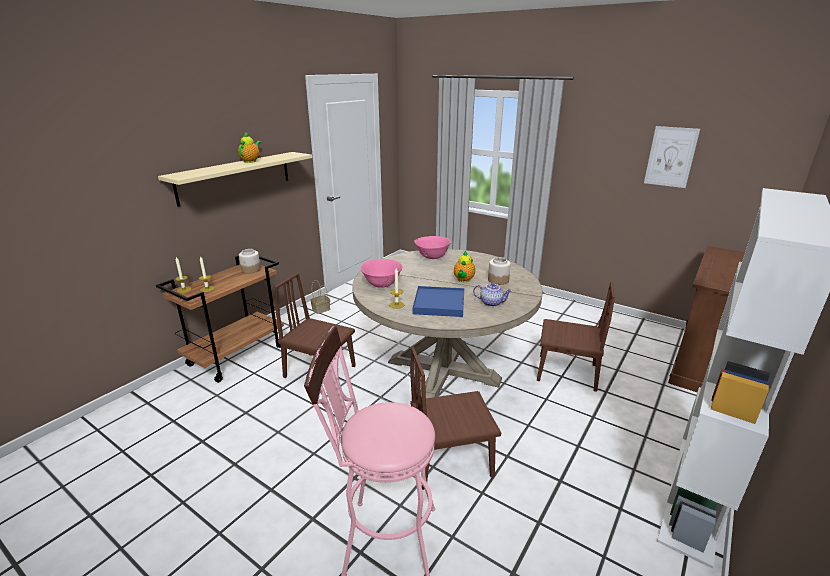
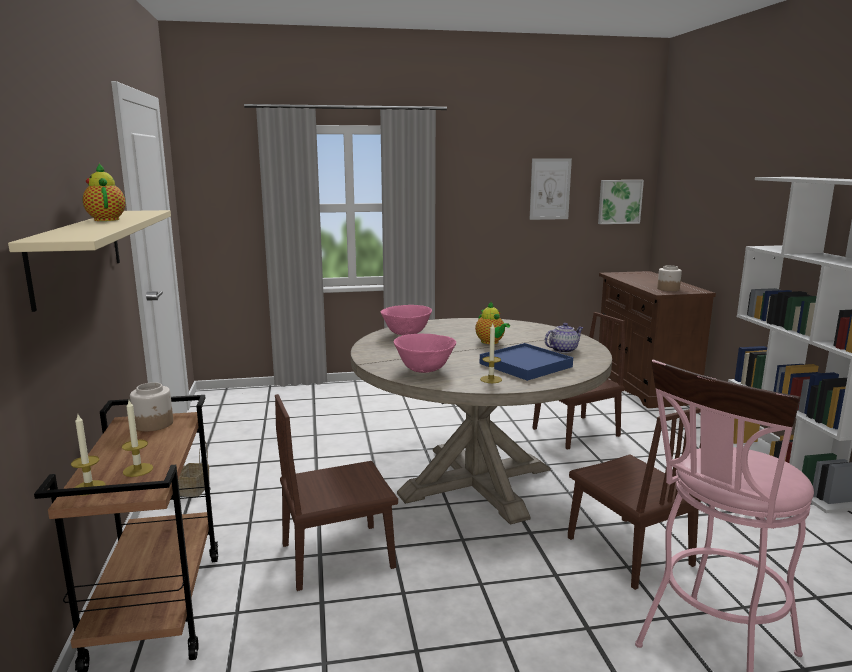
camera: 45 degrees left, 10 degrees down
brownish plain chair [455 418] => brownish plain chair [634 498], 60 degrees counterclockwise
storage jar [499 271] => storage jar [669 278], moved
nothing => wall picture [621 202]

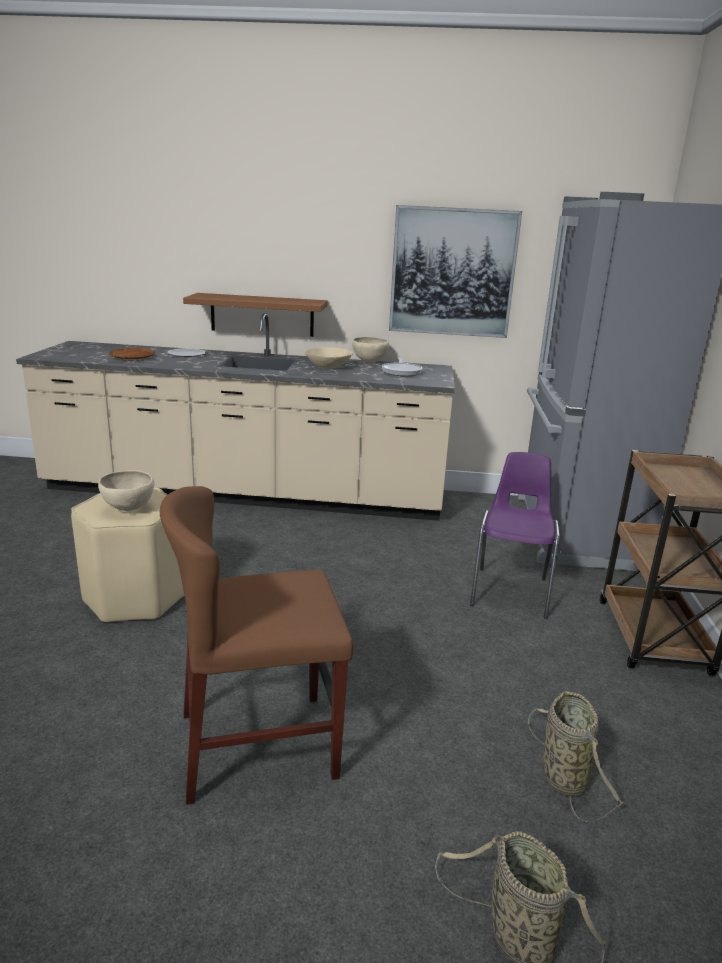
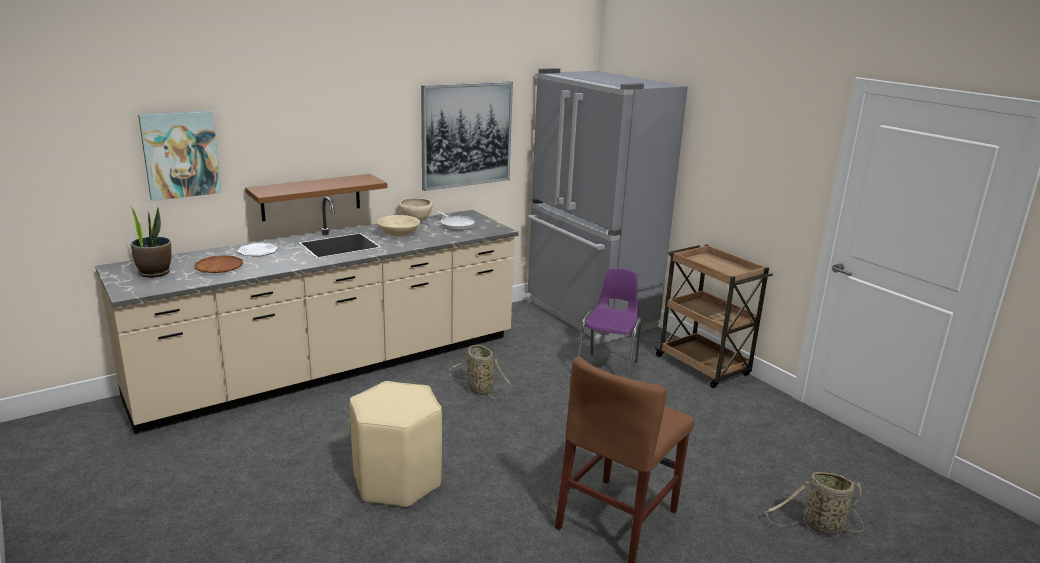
camera: 40 degrees left, 0 degrees up
beige bowl [126 490] => nothing
purple-coloured plain chair [515 535] => purple-coloured plain chair [609 323], 45 degrees clockwise
storage basket [575 757] => storage basket [480 372], moved
nothing => plant in a pot [151 242]
nothing => wall picture [180 156]

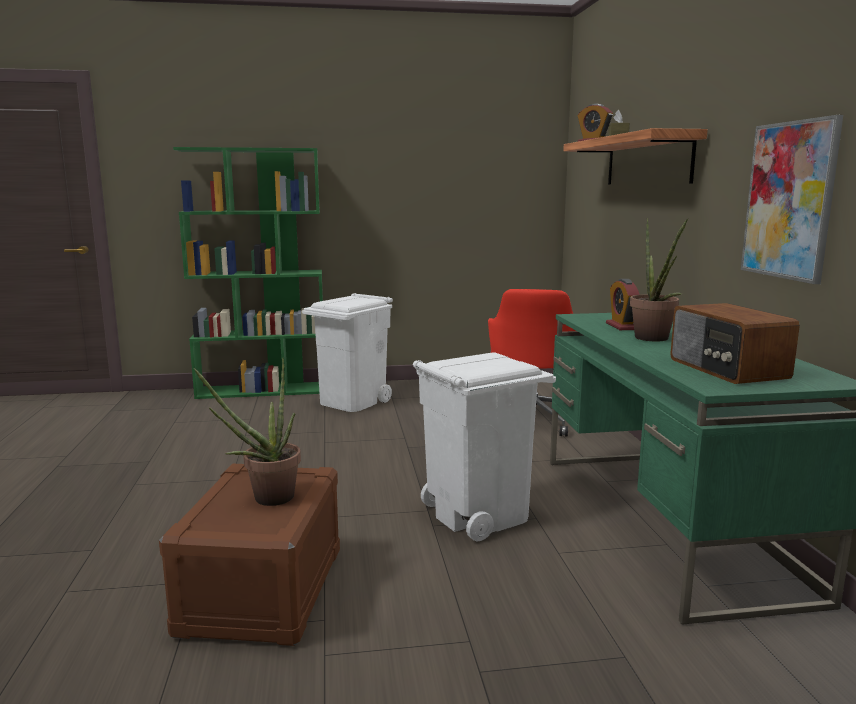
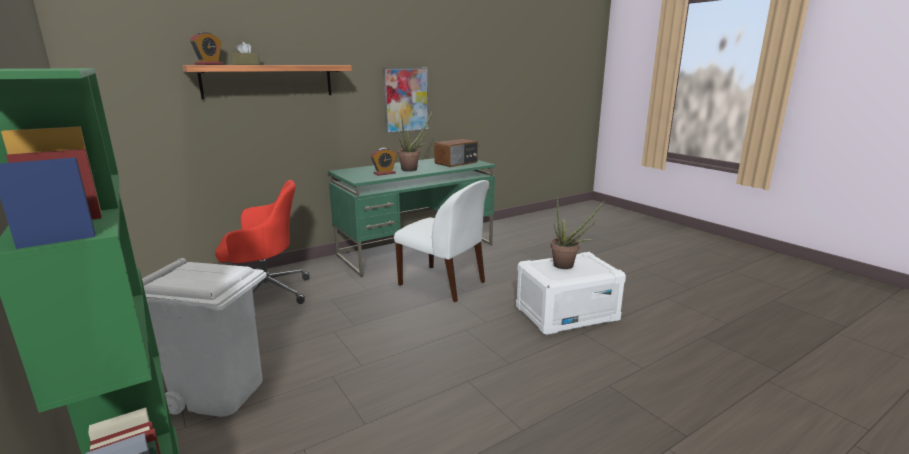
camera: 115 degrees left, 5 degrees up
brownish storage container [249 554] => whitish storage container [571 293]
whitish waste bin [484 446] => whitish plain chair [441 241]

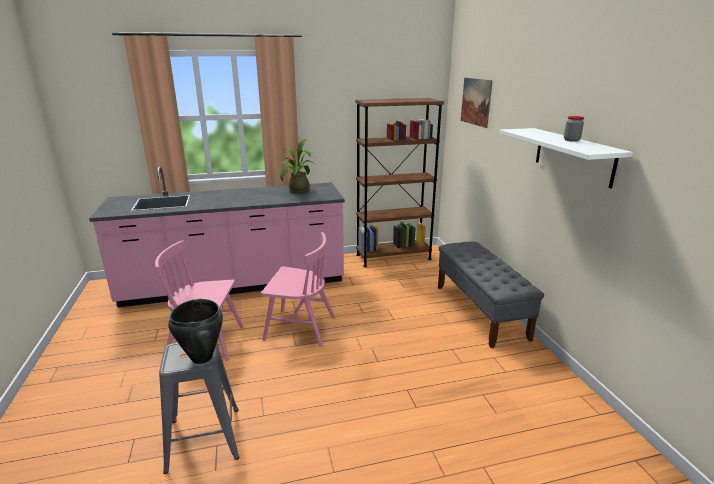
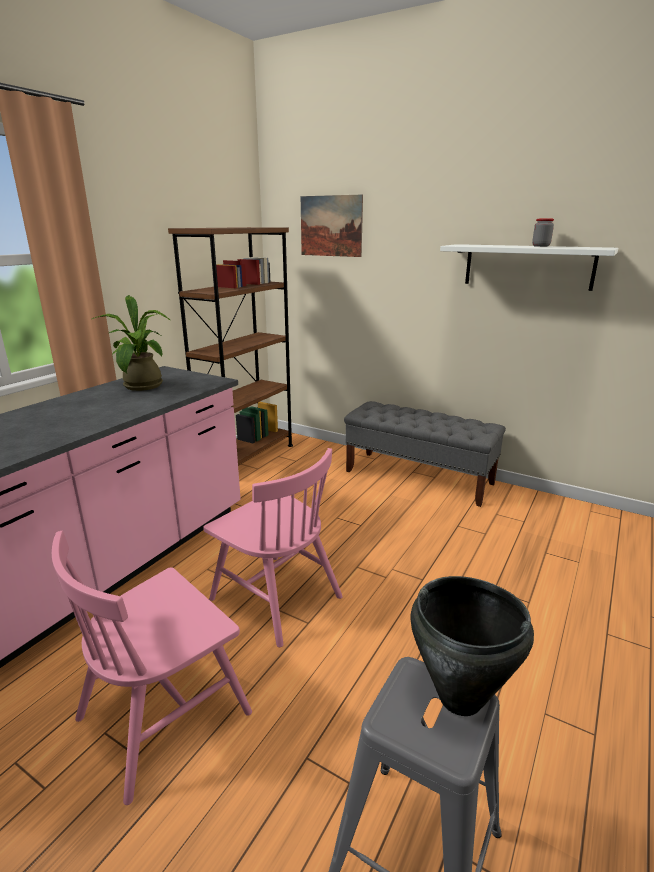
camera: 45 degrees left, 0 degrees up
pink plain chair [298 289] => pink plain chair [273 547], 75 degrees clockwise

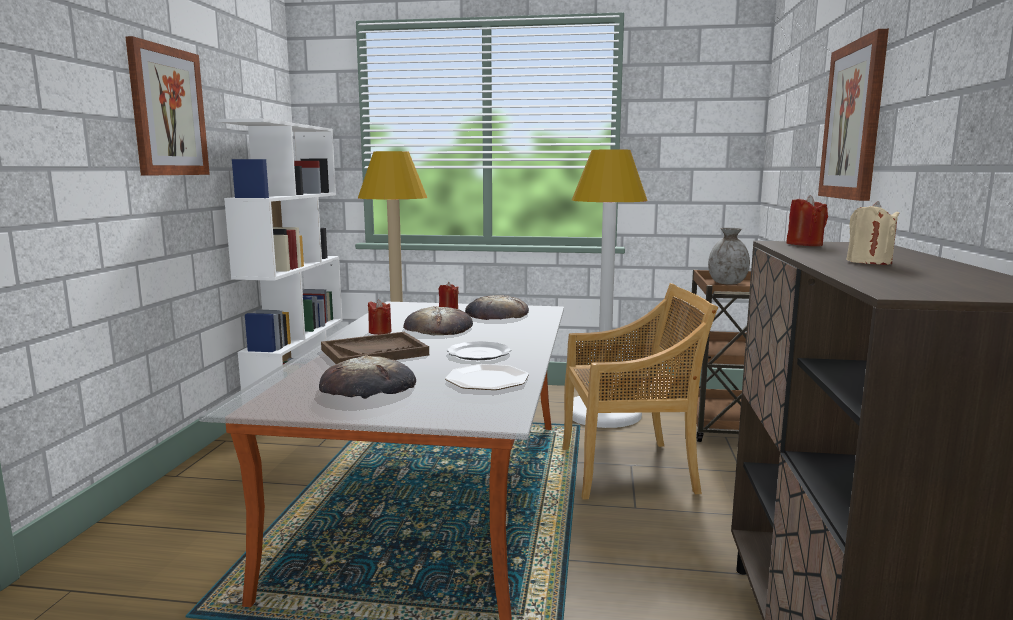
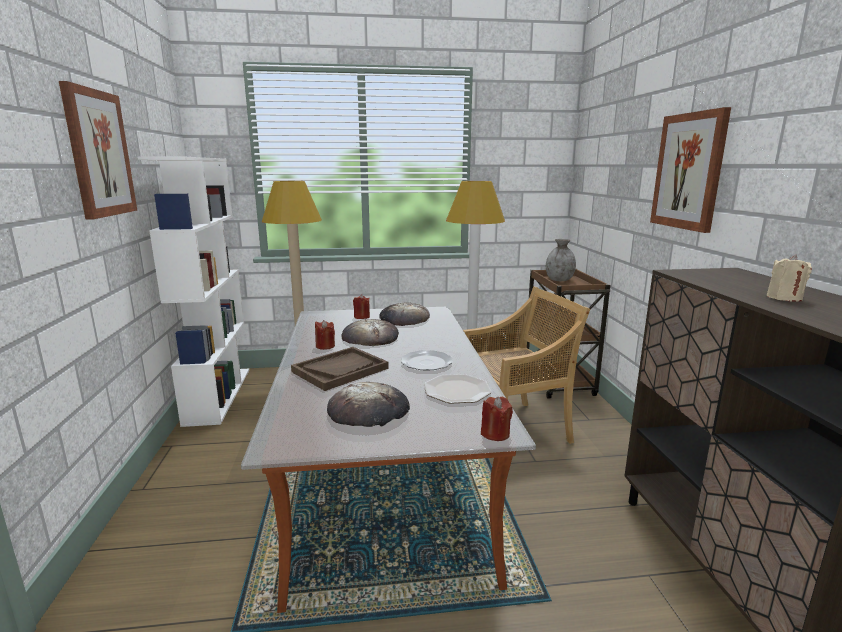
camera: 15 degrees left, 5 degrees up
reddish wax candle [807 220] => reddish wax candle [497 419], moved

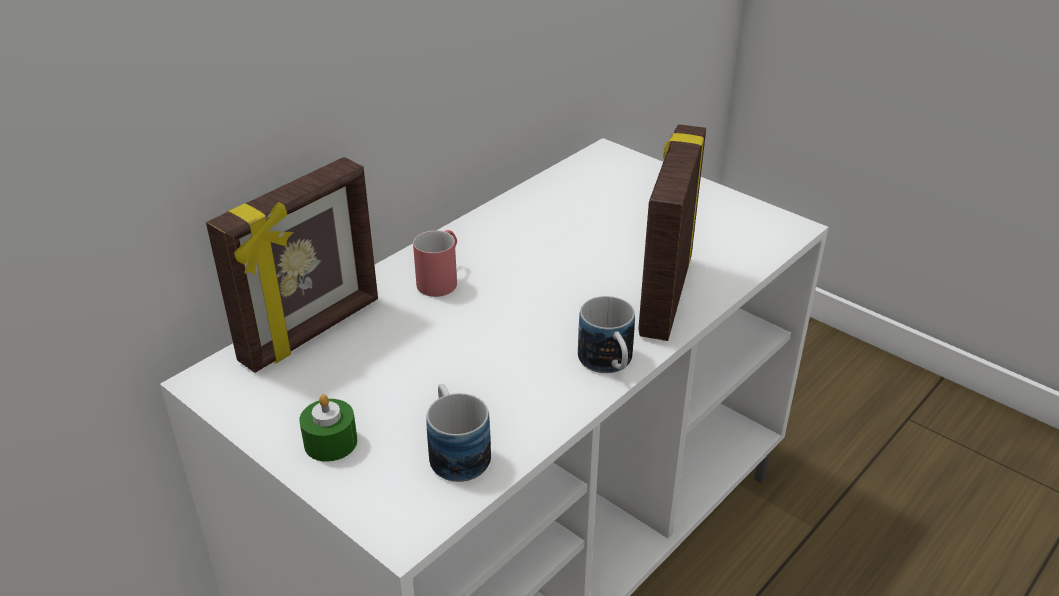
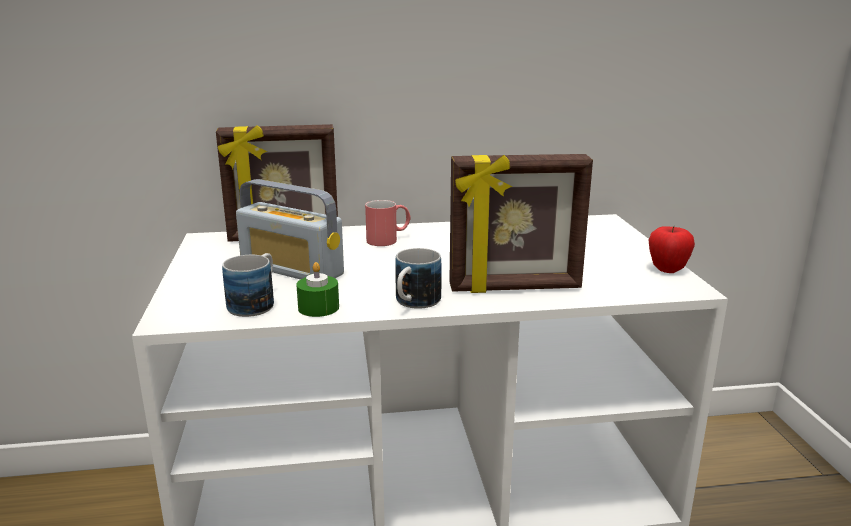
camera: 40 degrees right, 15 degrees down
green-coloured wax candle [328 428] => green-coloured wax candle [317 289], moved
picture frame [672 232] => picture frame [521 223], 150 degrees counterclockwise
nothing => radio set [290 229]
nothing => apple fruit [672 249]

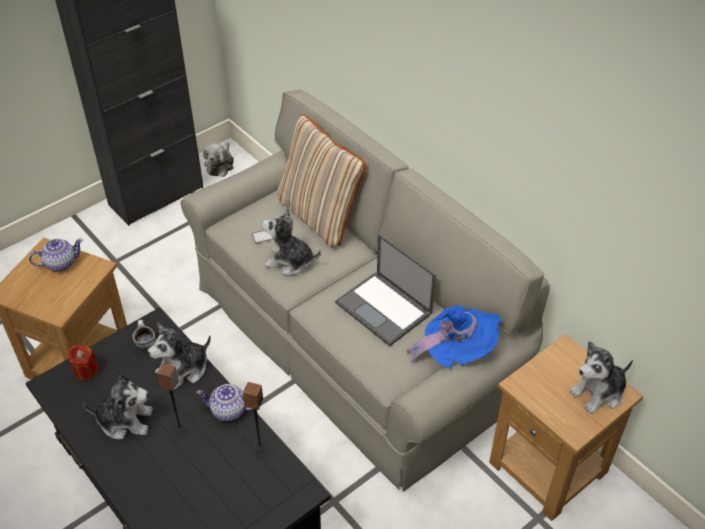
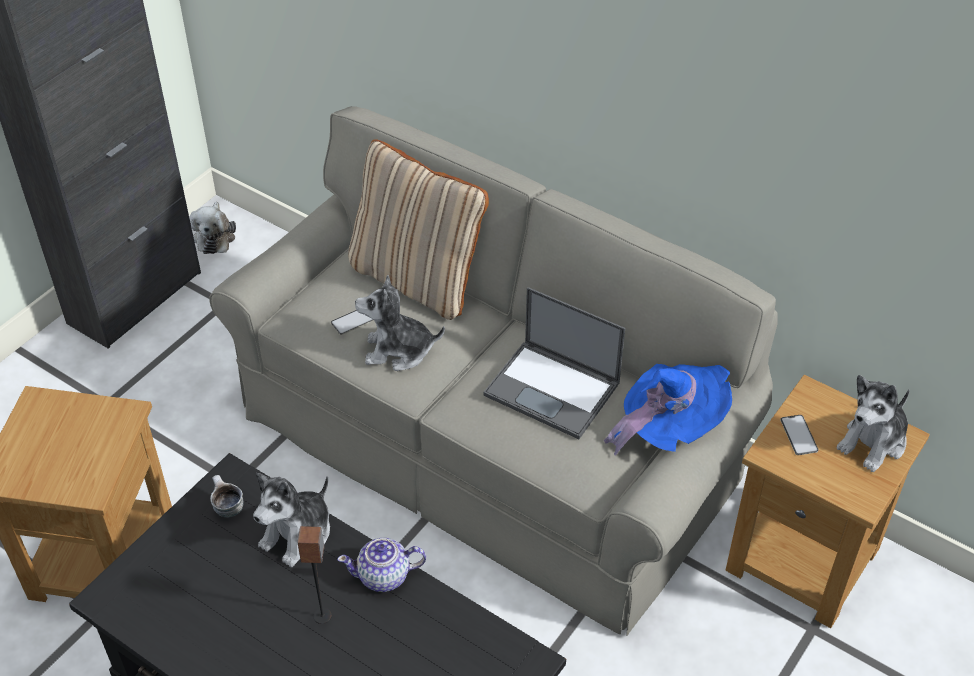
camera: 15 degrees left, 0 degrees up
teapot [56 255] => nothing
reddish wax candle [83 362] => nothing
plush toy [118 407] => nothing
loudspeaker [254 417] => nothing
nothing => phone [799 435]

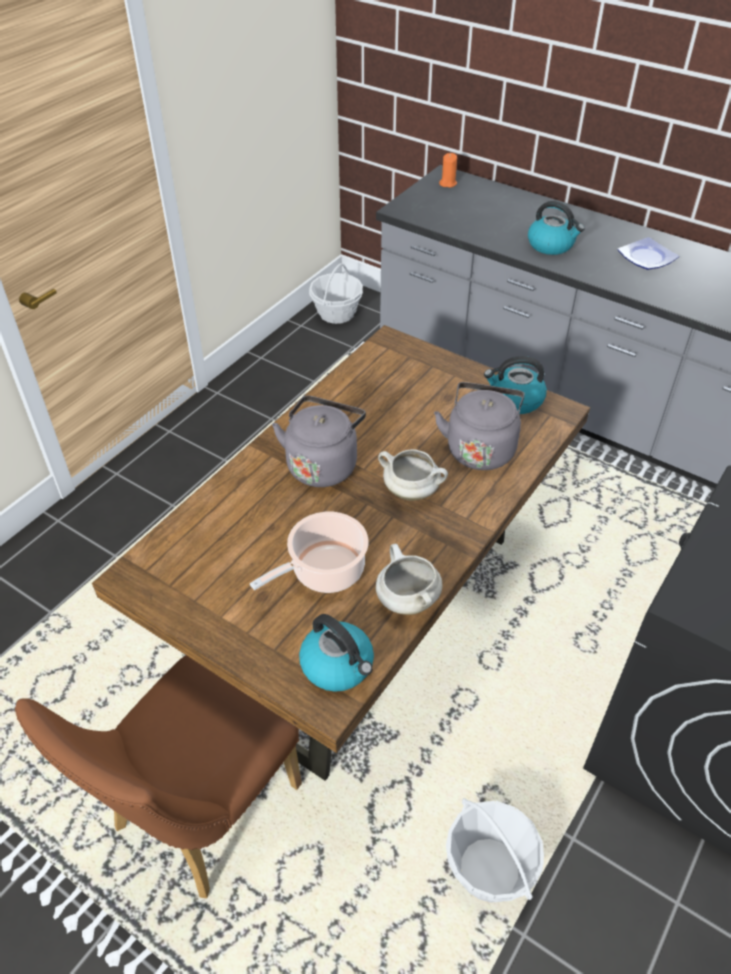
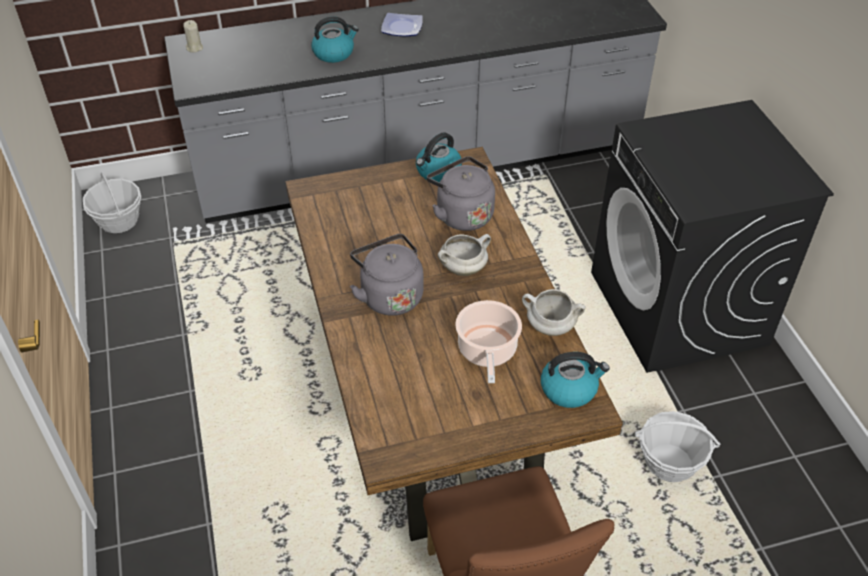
camera: 50 degrees left, 0 degrees up
orangey wax candle [448 170] => beige wax candle [193 36]

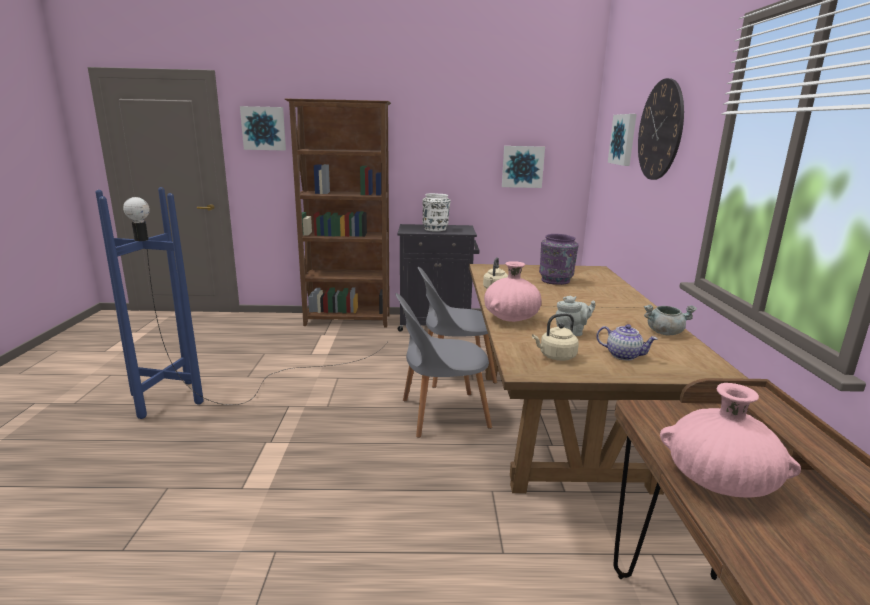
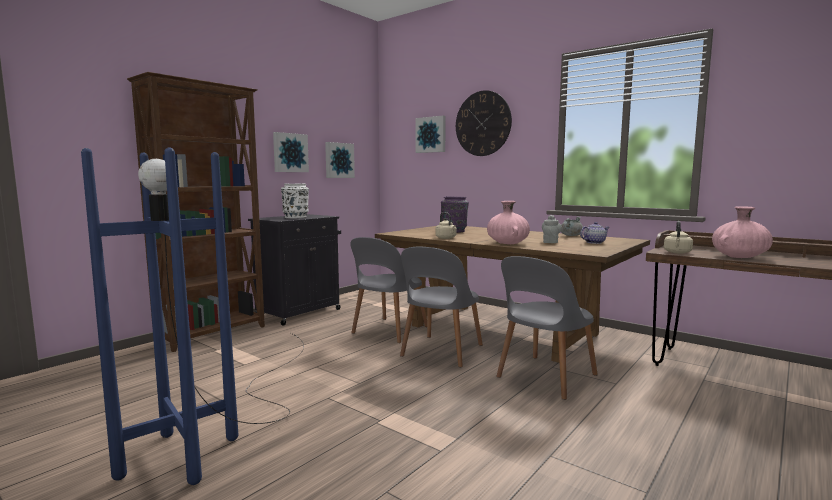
camera: 50 degrees left, 10 degrees down
wall picture [263 128] => wall picture [291 152], moved
beige water kettle [555 337] => beige water kettle [678 237], moved
nothing => grey plain chair [547 328]

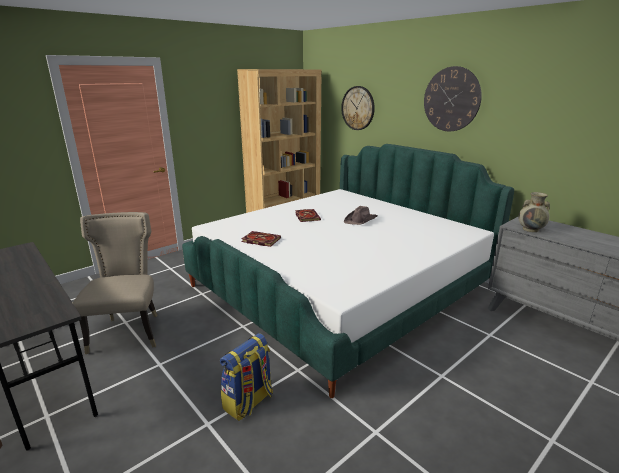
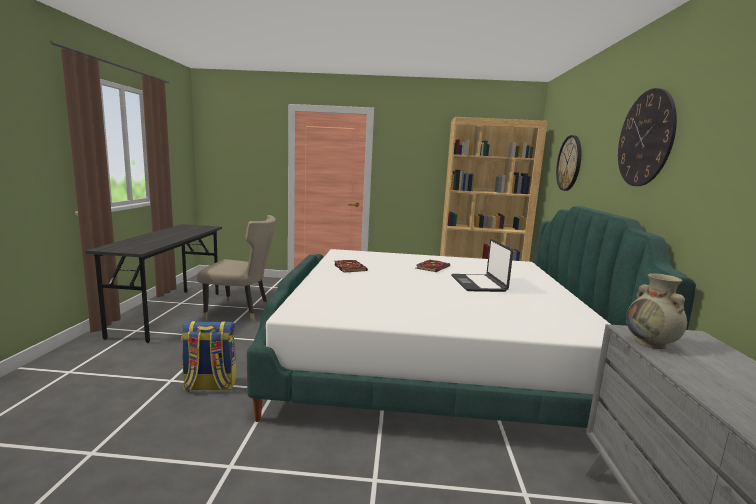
camera: 45 degrees right, 10 degrees down
beige plain chair [115 283] => beige plain chair [236 268], 60 degrees clockwise
brownish hat [360 215] => portable computer [482 265]

